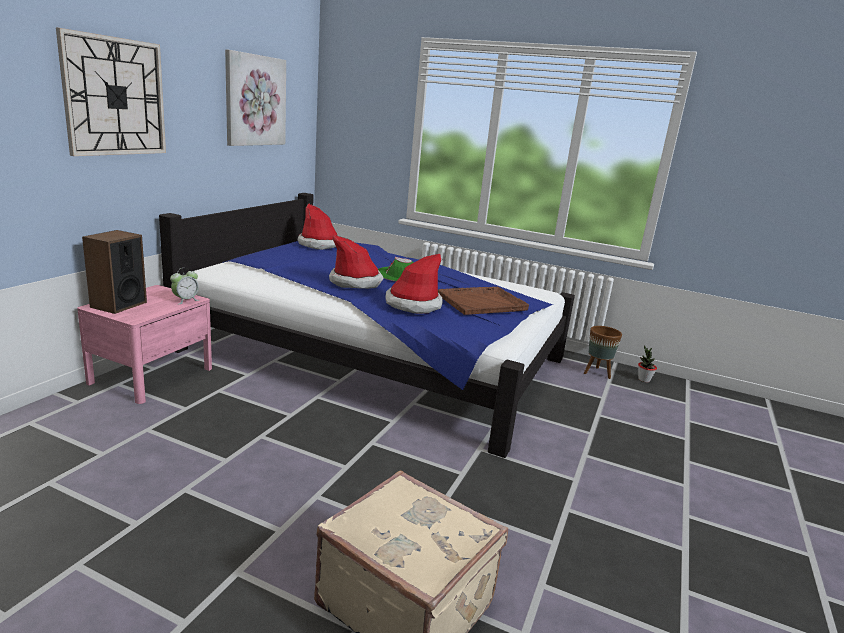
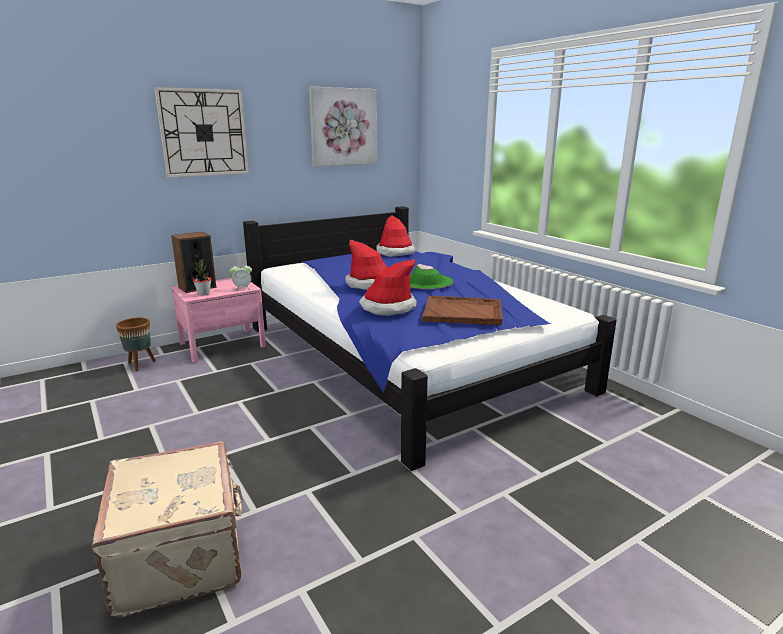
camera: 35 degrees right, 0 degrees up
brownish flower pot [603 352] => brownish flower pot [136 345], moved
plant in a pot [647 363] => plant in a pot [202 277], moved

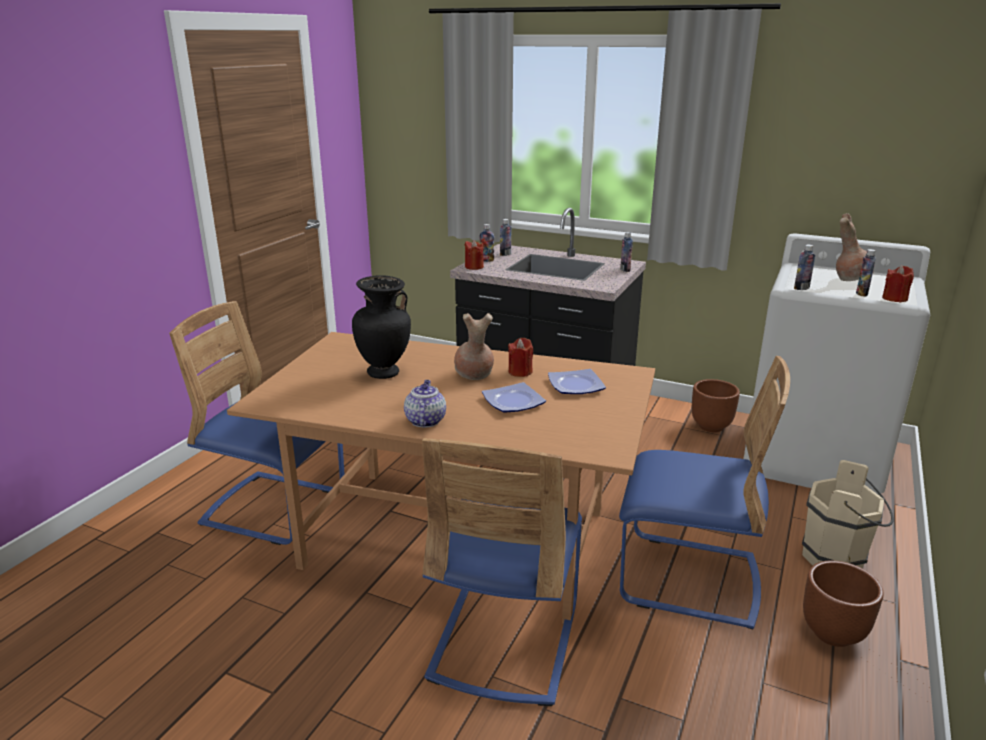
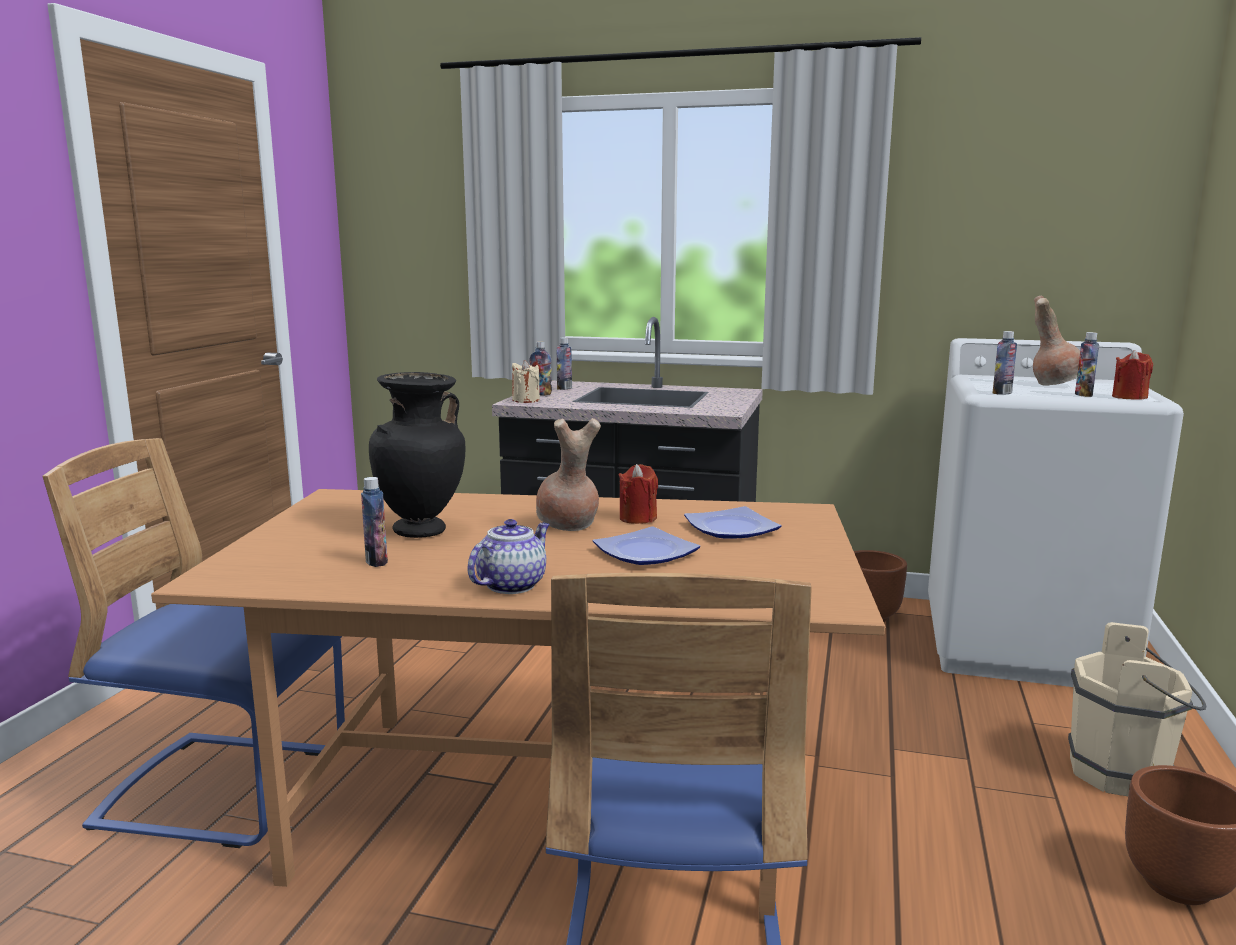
camera: 10 degrees left, 10 degrees down
teapot [425 403] => teapot [509 556], 45 degrees clockwise
reddish wax candle [474 255] => beige wax candle [526 381]
blue-coloured plain chair [704 493] => nothing
bottle [626 252] => bottle [374 522], moved

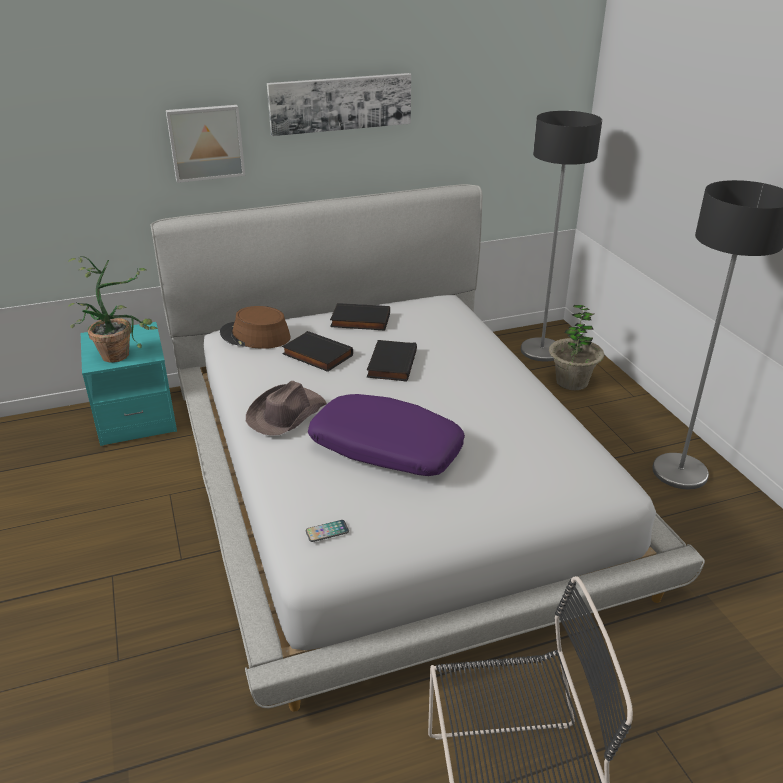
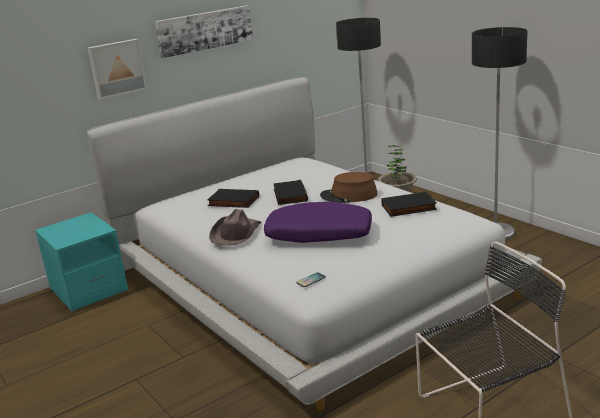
camera: 15 degrees left, 10 degrees down
plant in a pot [113 309] => nothing
brownish hat [255 327] => brownish hat [349 187], moved
black bound book [360 317] => black bound book [409 204], moved

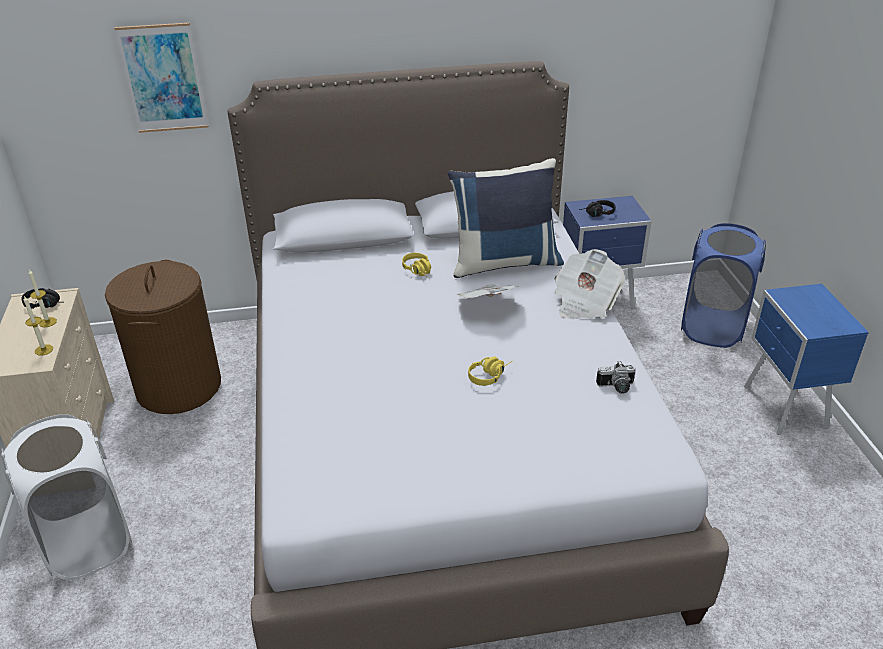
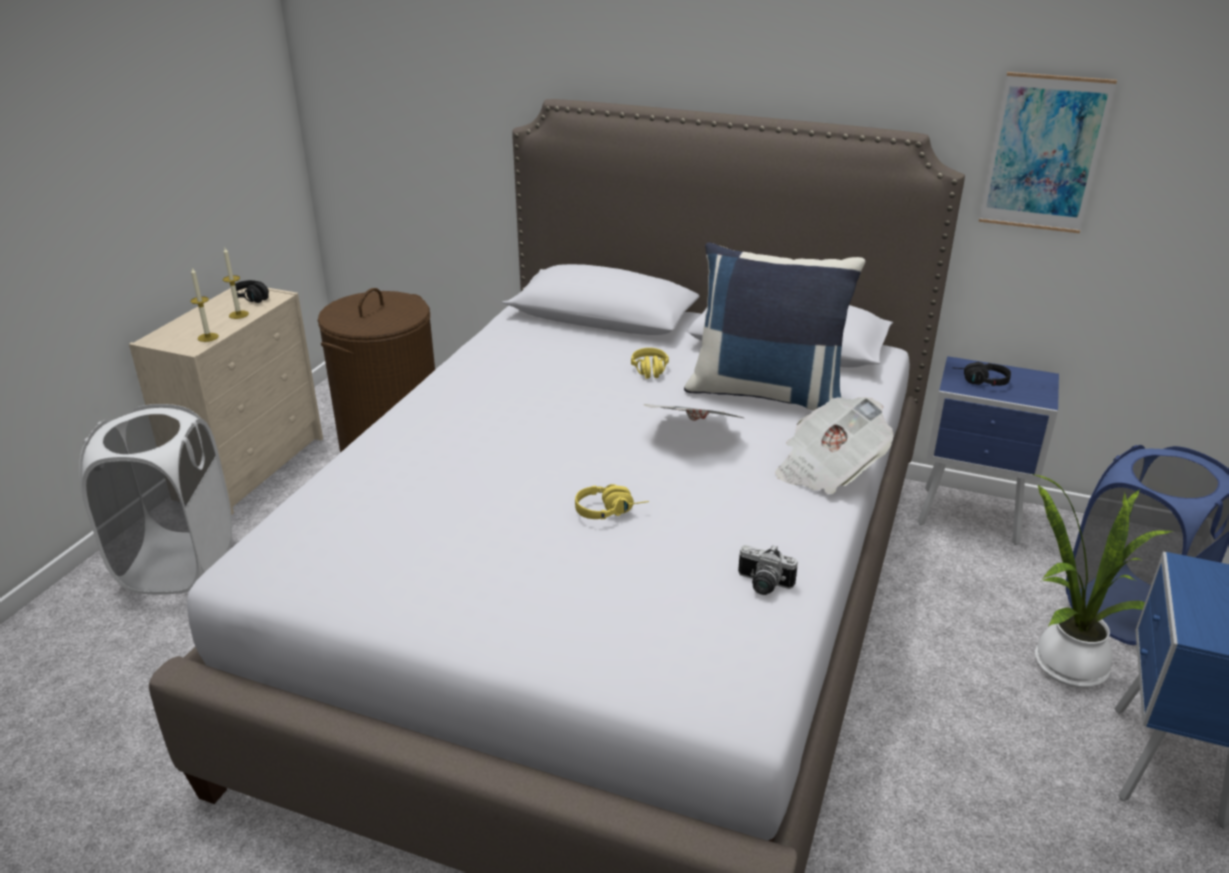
camera: 30 degrees right, 5 degrees down
wall picture [161 78] => wall picture [1048 152], moved
nothing => plant in a pot [1104 581]

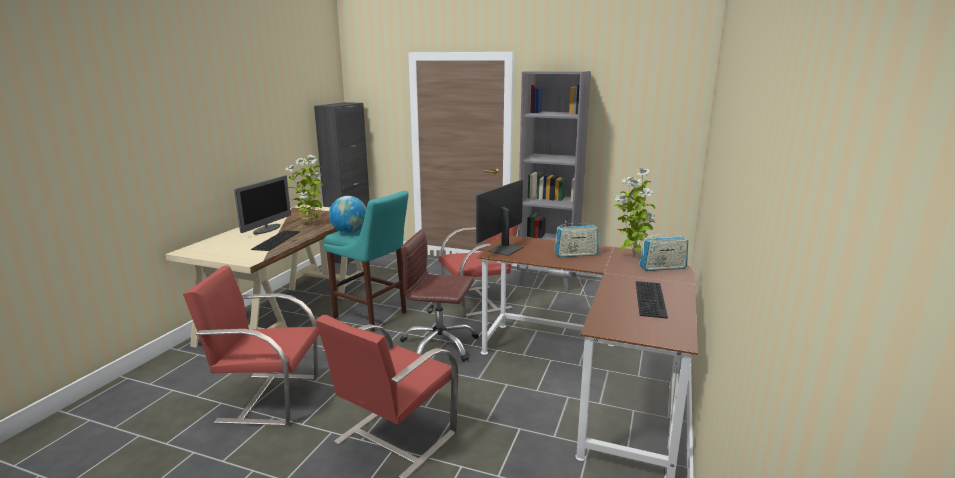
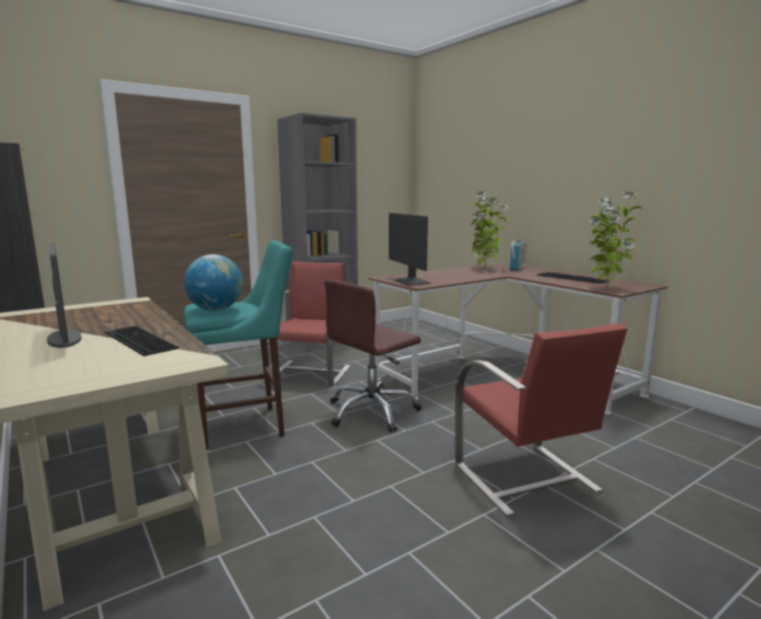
camera: 55 degrees left, 5 degrees down
reddish plain chair [251 345] => nothing
plant in a pot [304 190] => plant in a pot [615 240], moved
radio set [576 239] => nothing

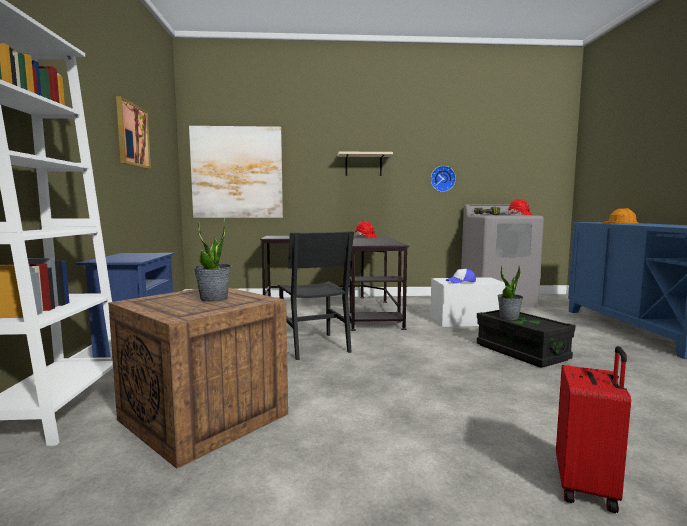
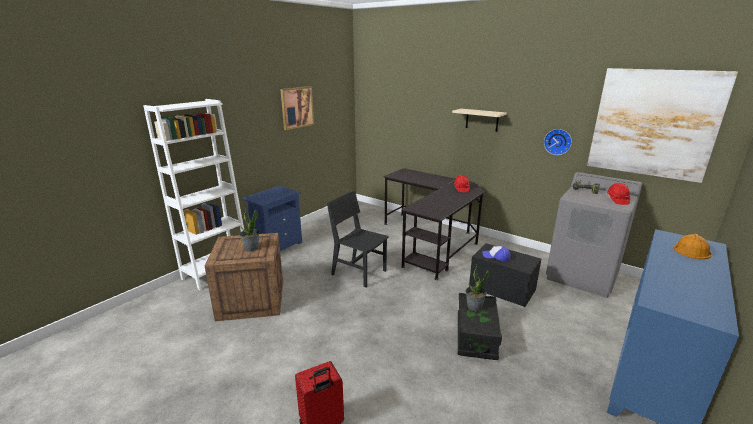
camera: 40 degrees right, 15 degrees up
wall picture [236 172] => wall picture [662 125], moved
black plain chair [316 295] => black plain chair [357 239], 105 degrees clockwise
whitish storage container [468 302] => black storage container [505 275]

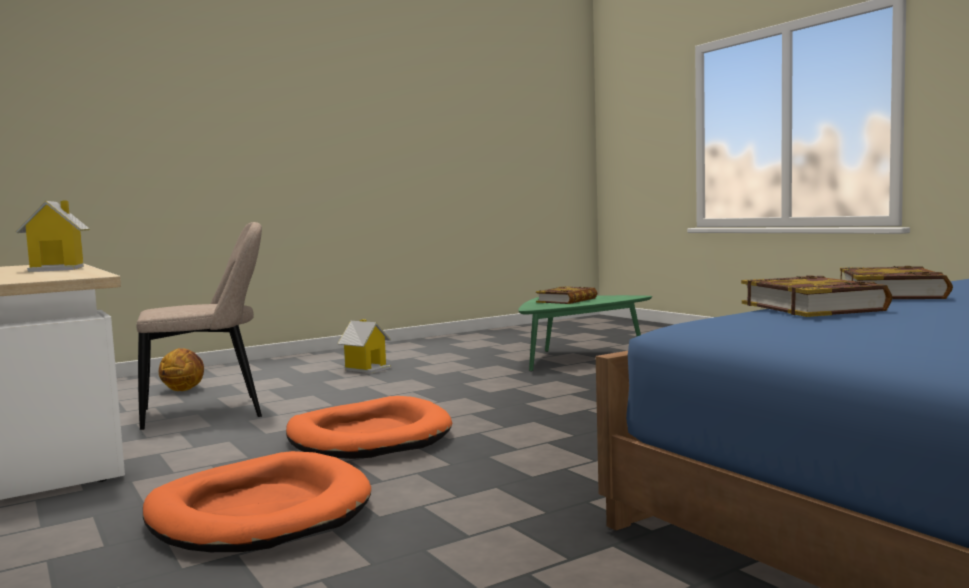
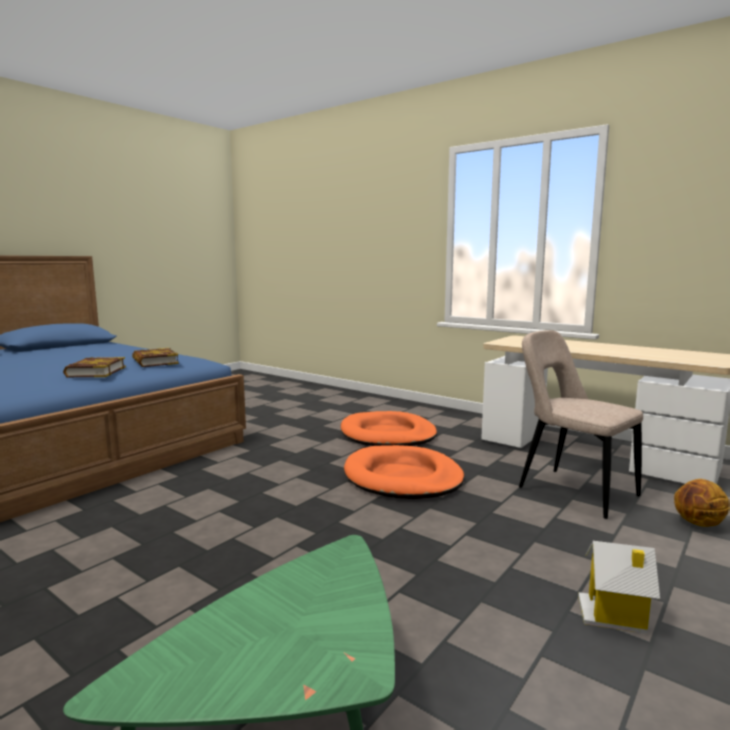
camera: 160 degrees right, 5 degrees up
toy house [52 236] => nothing
beige plain chair [199 326] => beige plain chair [581 424], 90 degrees clockwise
bound book [566 295] => nothing

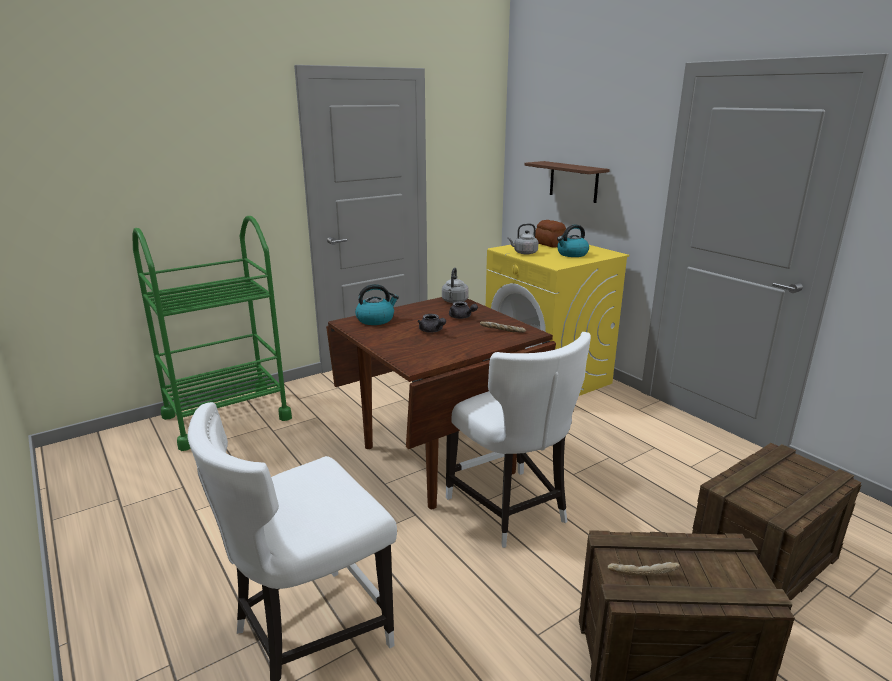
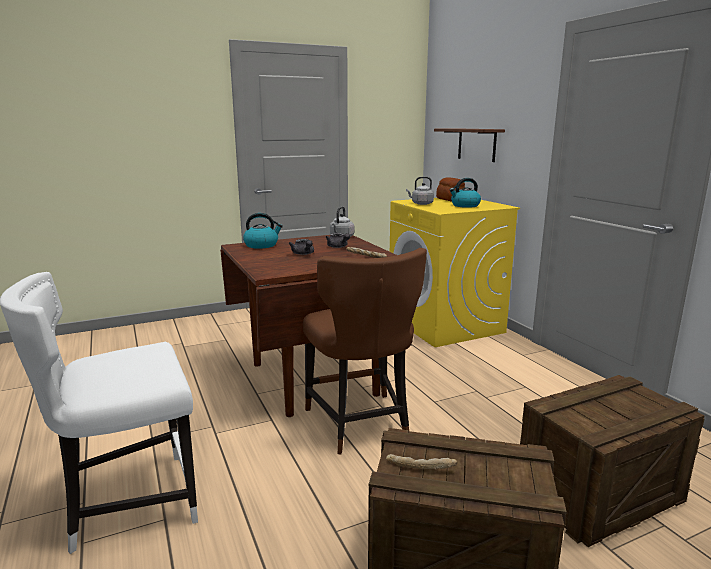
camera: 10 degrees right, 5 degrees down
green-coloured trolley [212 333] => nothing
whitish plain chair [518 440] => brownish plain chair [365 351]

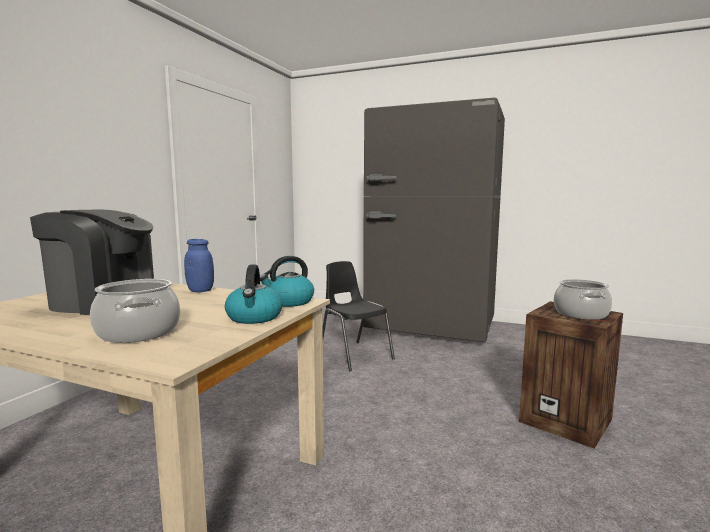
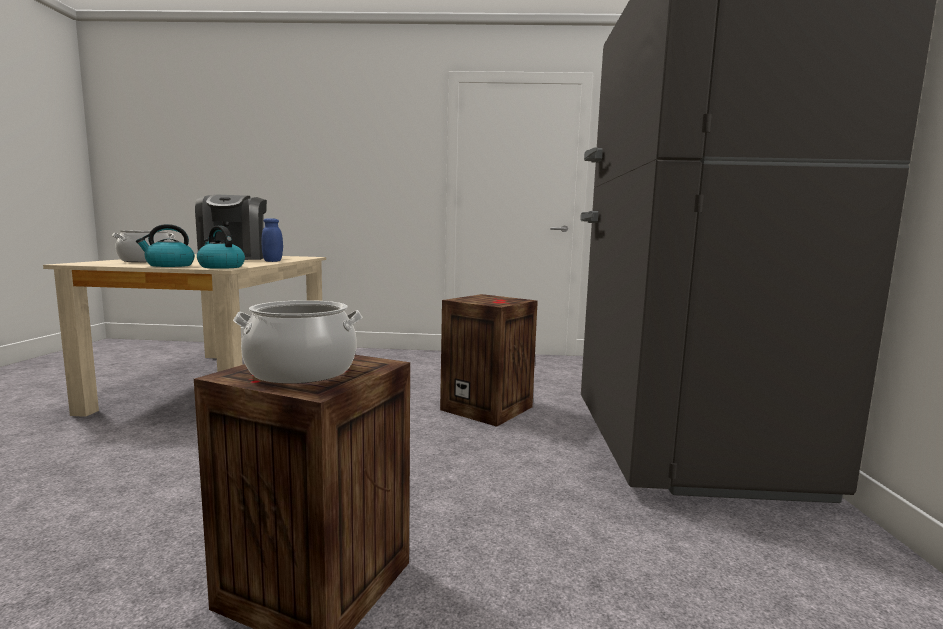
camera: 70 degrees right, 0 degrees up
black plain chair [358 316] => crate [489 360]

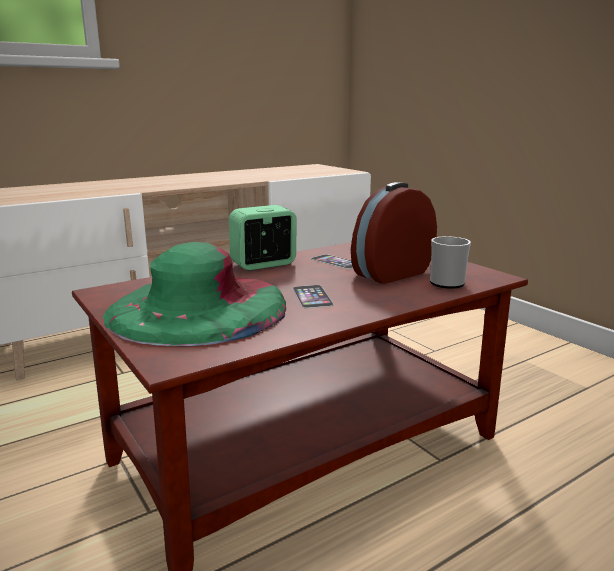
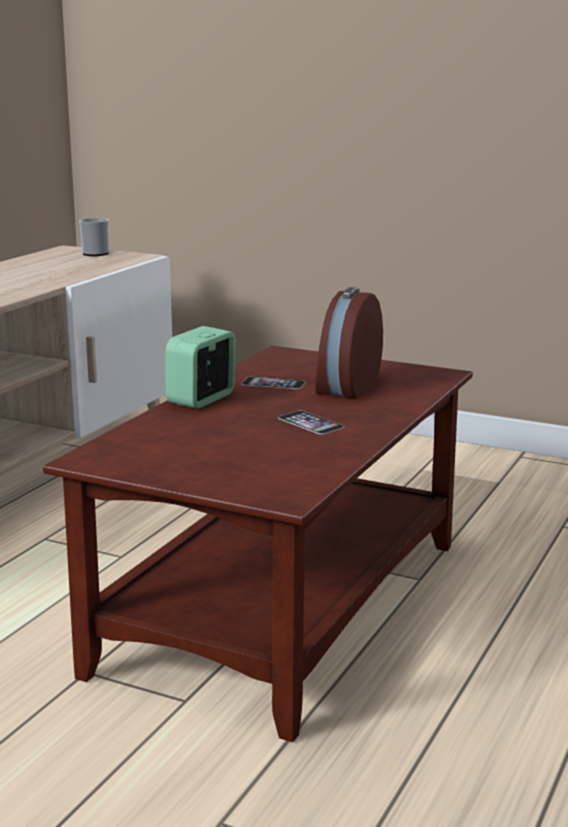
camera: 30 degrees left, 0 degrees up
green-coloured hat [194 294] => nothing
mug [450 262] => mug [94 237], moved

